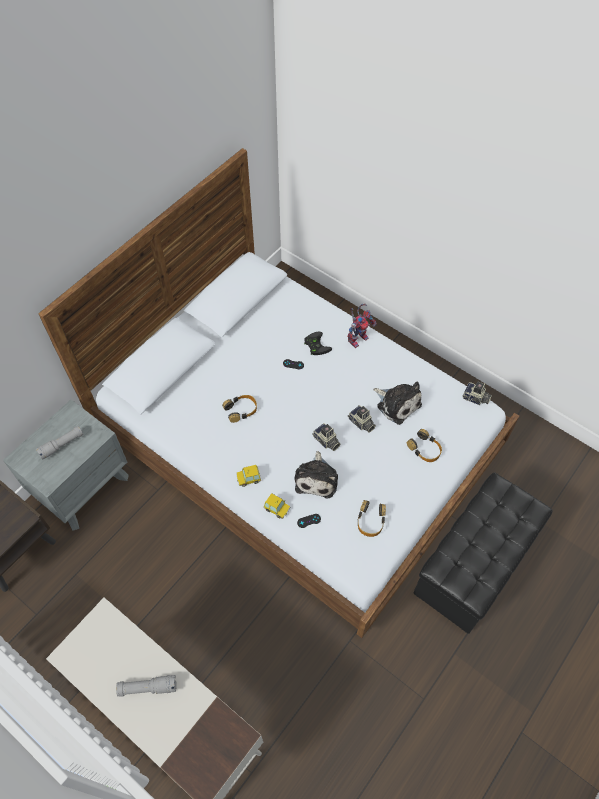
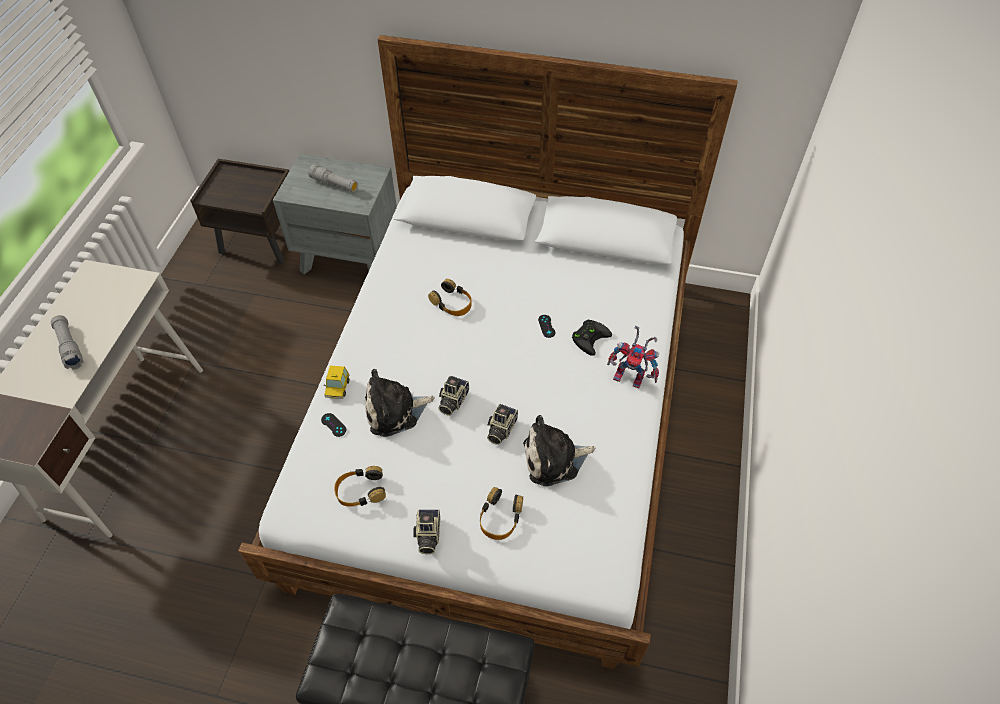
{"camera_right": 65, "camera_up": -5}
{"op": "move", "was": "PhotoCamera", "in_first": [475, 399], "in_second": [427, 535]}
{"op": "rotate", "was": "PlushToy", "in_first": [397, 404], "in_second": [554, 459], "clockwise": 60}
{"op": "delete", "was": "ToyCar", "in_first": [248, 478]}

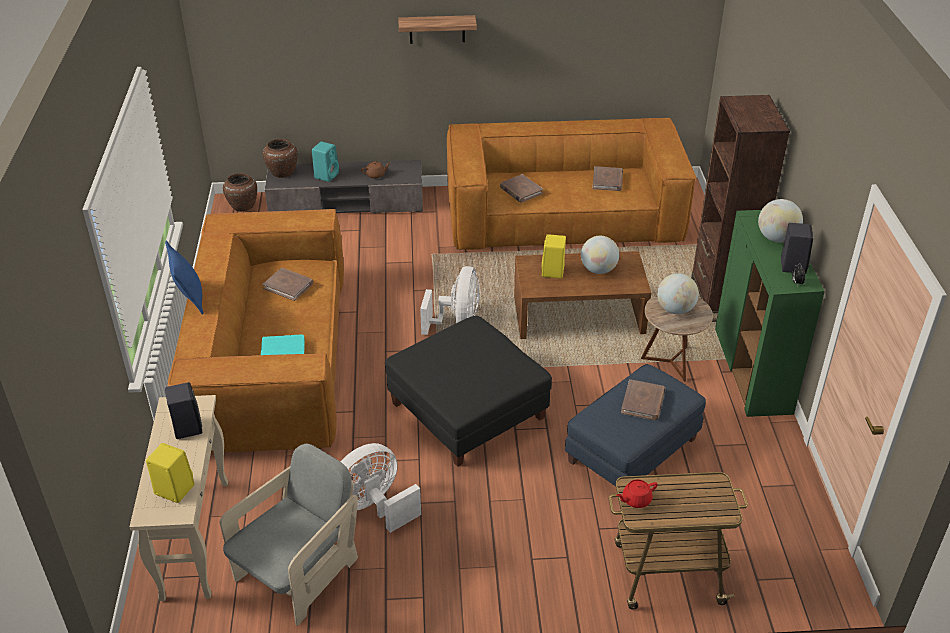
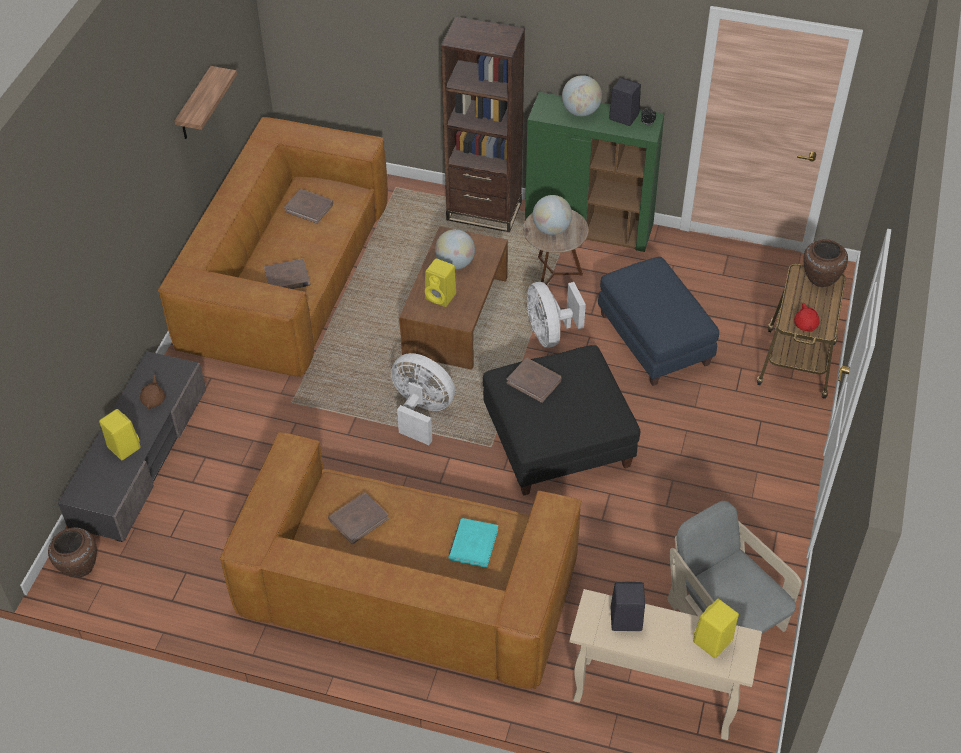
{"camera_right": -70, "camera_up": 10}
{"op": "recolor", "was": "TurquoiseSpeaker", "now": "YellowSpeaker", "in_first": [326, 175], "in_second": [123, 447]}
{"op": "move", "was": "Shelf", "in_first": [437, 29], "in_second": [195, 105]}
{"op": "move", "was": "BrownBook", "in_first": [643, 402], "in_second": [534, 381]}
{"op": "move", "was": "WhiteFan", "in_first": [373, 507], "in_second": [550, 333]}
{"op": "move", "was": "BrownVase", "in_first": [282, 172], "in_second": [820, 278]}
{"op": "delete", "was": "BluePillow", "in_first": [190, 298]}

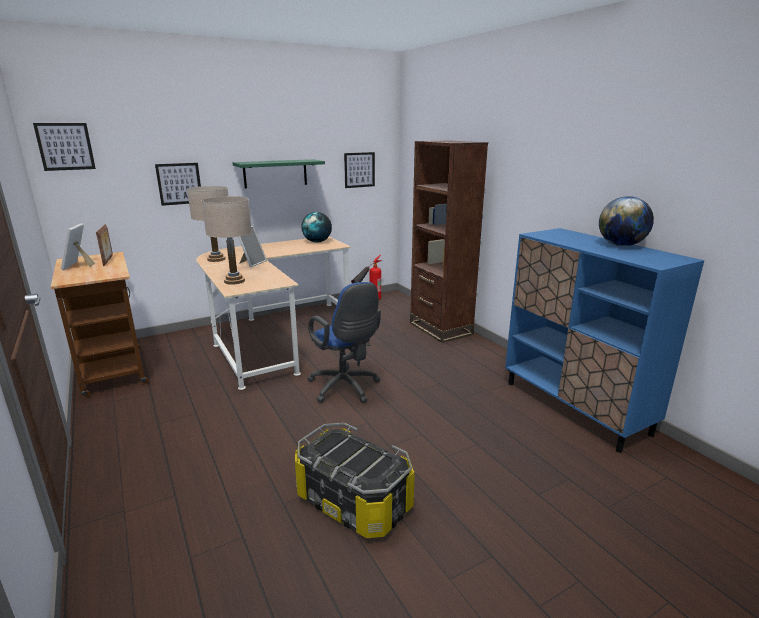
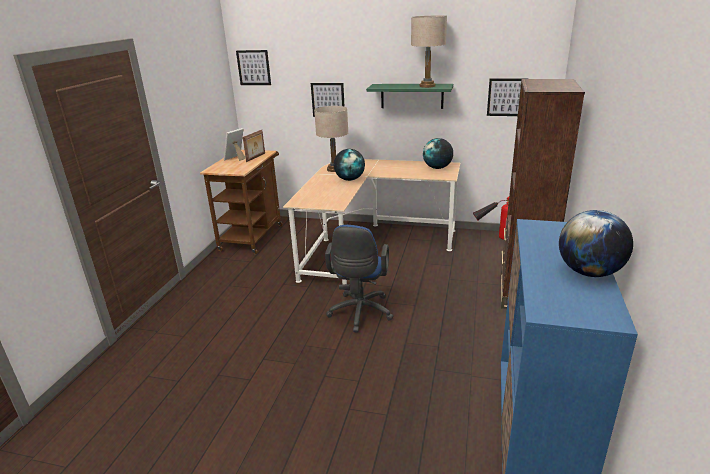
{"camera_right": 45, "camera_up": 5}
{"op": "replace", "was": "PictureFrame", "now": "Globe", "in_first": [252, 263], "in_second": [350, 179]}
{"op": "move", "was": "BeigeTableLamp", "in_first": [234, 281], "in_second": [427, 86]}
{"op": "delete", "was": "StorageBox", "in_first": [354, 501]}

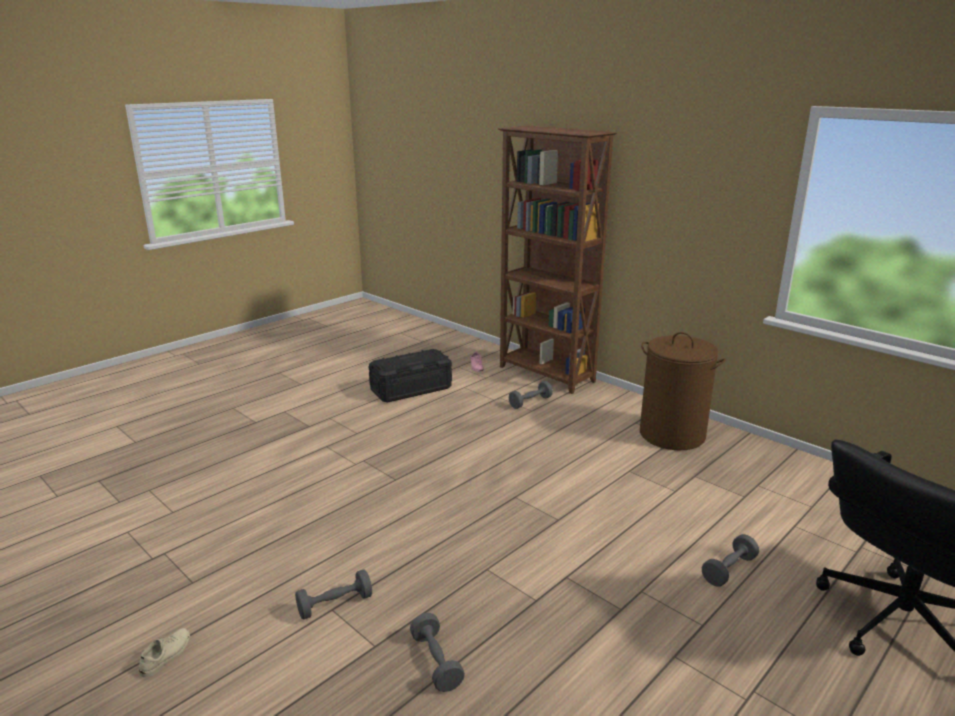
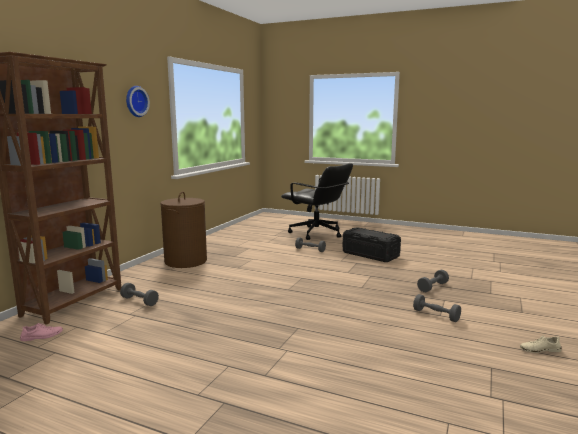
{"camera_right": -110, "camera_up": -10}
{"op": "insert", "now": "WallClock", "in_second": [135, 101]}
{"op": "move", "was": "BlackStorageBox", "in_first": [411, 389], "in_second": [370, 254]}

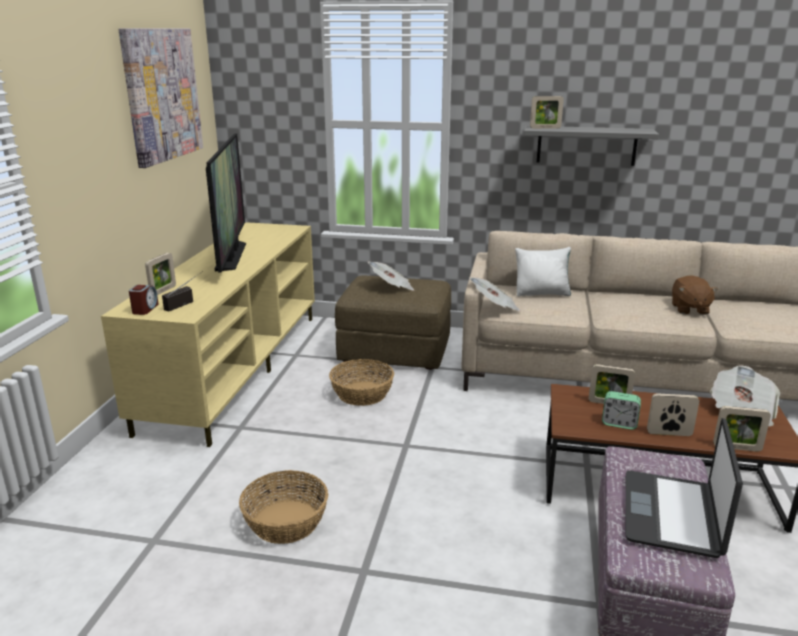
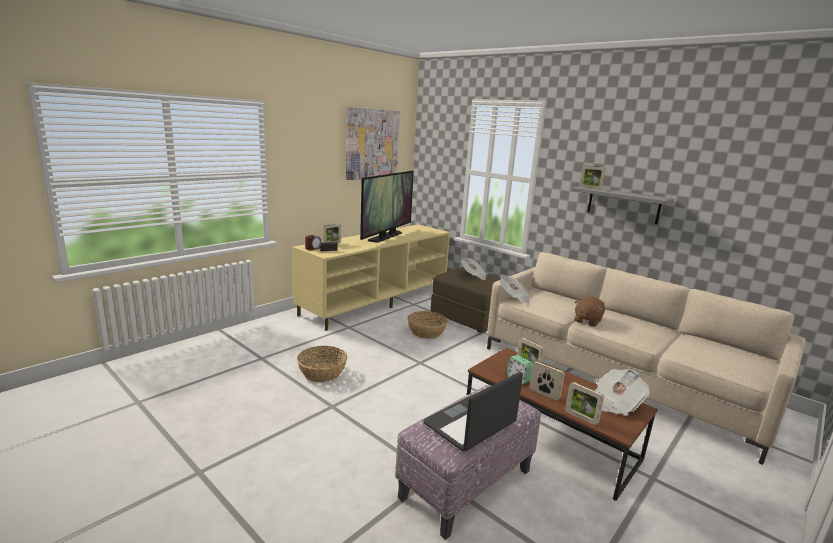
{"camera_right": 30, "camera_up": -5}
{"op": "move", "was": "BrownPlushToy", "in_first": [689, 309], "in_second": [587, 321]}
{"op": "delete", "was": "WhitePillow", "in_first": [542, 293]}

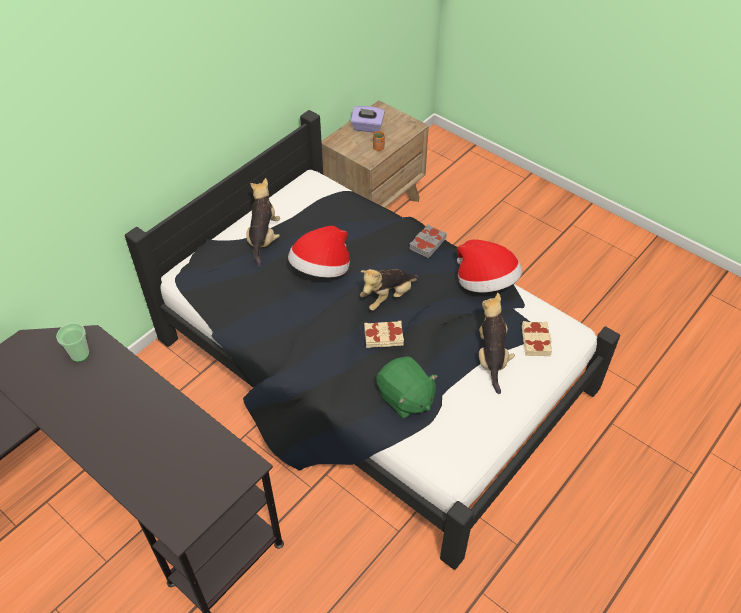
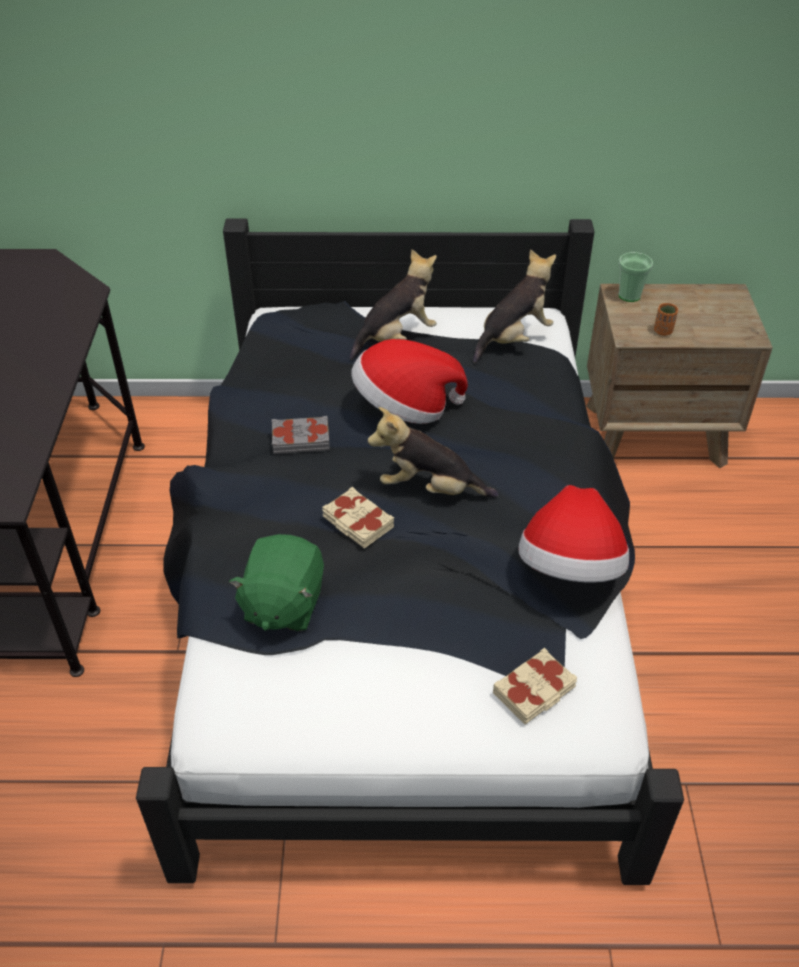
{"camera_right": 50, "camera_up": -5}
{"op": "move", "was": "GreyBook", "in_first": [427, 243], "in_second": [300, 439]}
{"op": "move", "was": "PlushToy", "in_first": [491, 358], "in_second": [513, 338]}
{"op": "move", "was": "Cup", "in_first": [80, 354], "in_second": [629, 295]}
{"op": "delete", "was": "PurpleTissueBox", "in_first": [367, 127]}

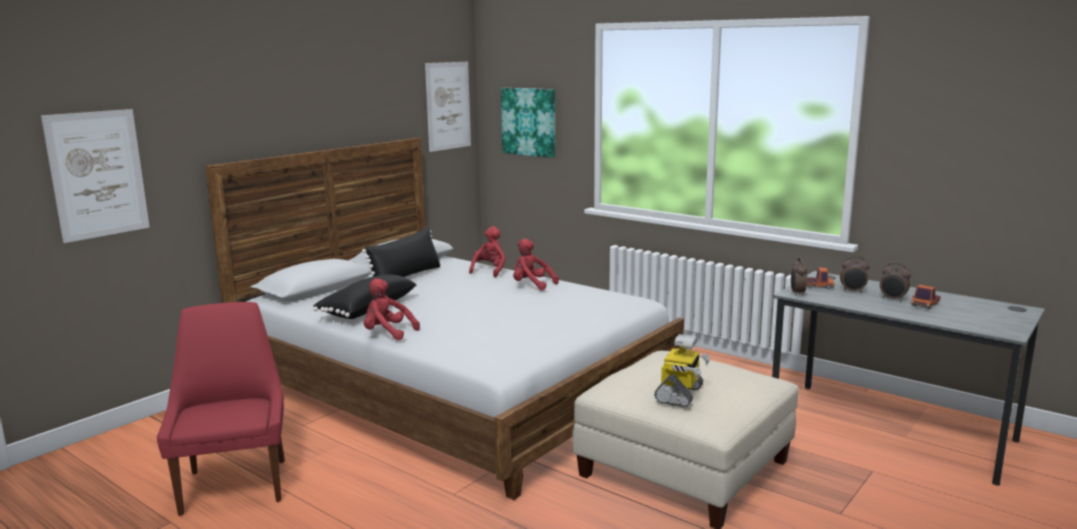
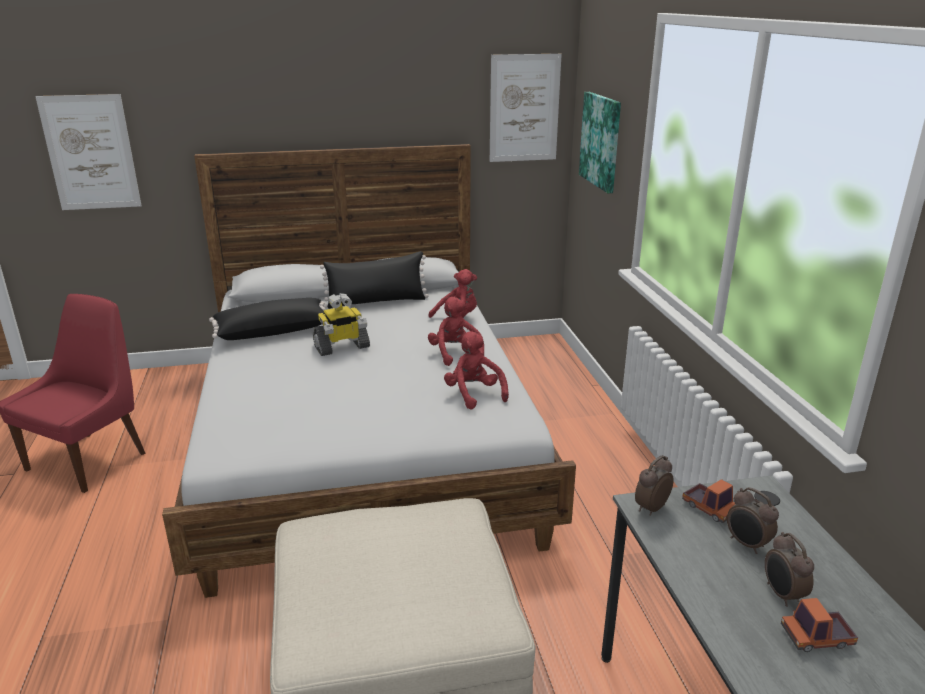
{"camera_right": 40, "camera_up": 10}
{"op": "move", "was": "ToyRobot", "in_first": [680, 395], "in_second": [342, 347]}
{"op": "move", "was": "RedPlushToy", "in_first": [387, 333], "in_second": [474, 394]}

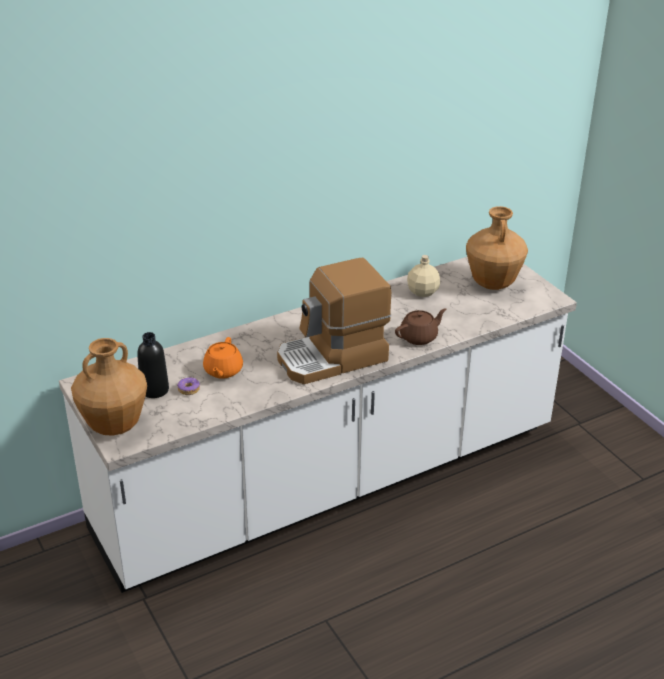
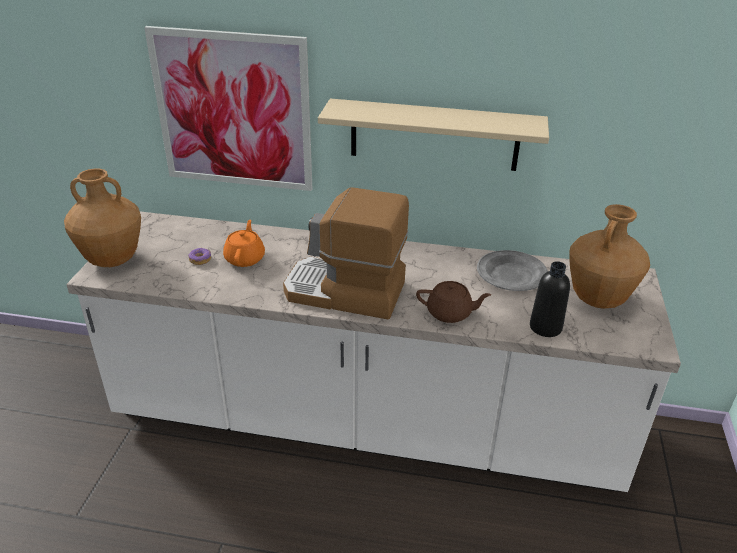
{"camera_right": 40, "camera_up": 0}
{"op": "insert", "now": "Picture", "in_second": [233, 111]}
{"op": "rotate", "was": "OrangeTeapot", "in_first": [223, 371], "in_second": [245, 258], "clockwise": 135}
{"op": "insert", "now": "BeigeShelf", "in_second": [434, 135]}
{"op": "replace", "was": "BeigeBottle", "now": "GreyPlate", "in_first": [422, 291], "in_second": [511, 274]}
{"op": "move", "was": "BlackBottle", "in_first": [154, 390], "in_second": [545, 327]}

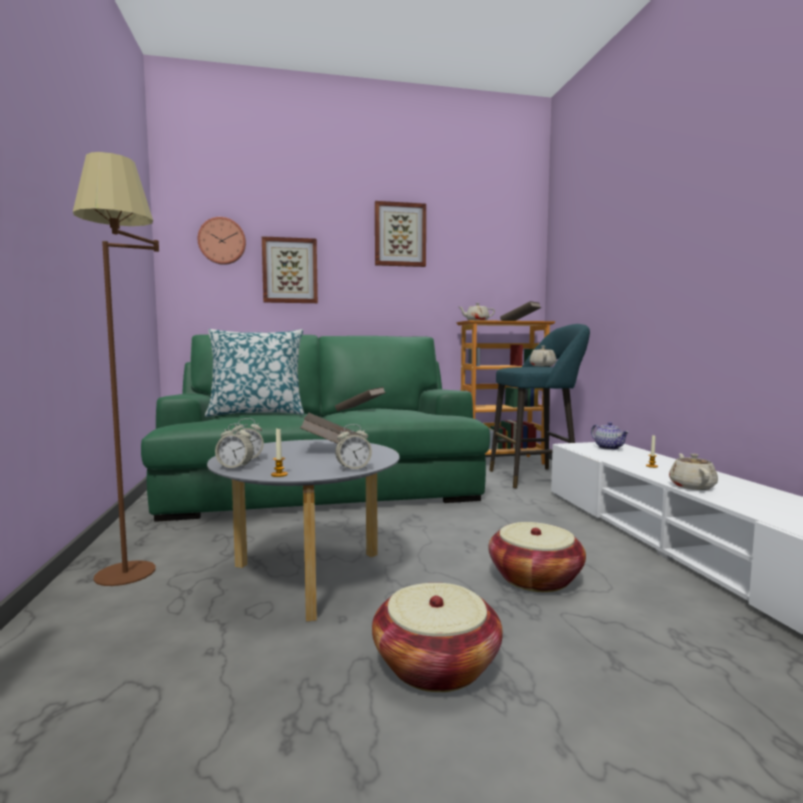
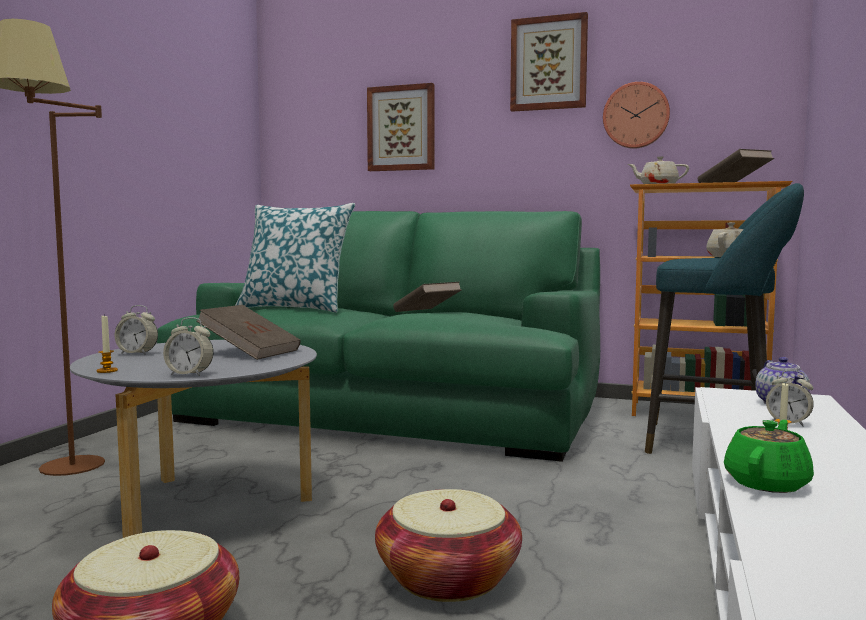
{"camera_right": 30, "camera_up": 0}
{"op": "move", "was": "WallClock", "in_first": [222, 241], "in_second": [636, 116]}
{"op": "recolor", "was": "BeigeTeapot", "now": "GreenTeapot", "in_first": [692, 486], "in_second": [767, 482]}
{"op": "move", "was": "AlarmClock", "in_first": [235, 467], "in_second": [788, 423]}

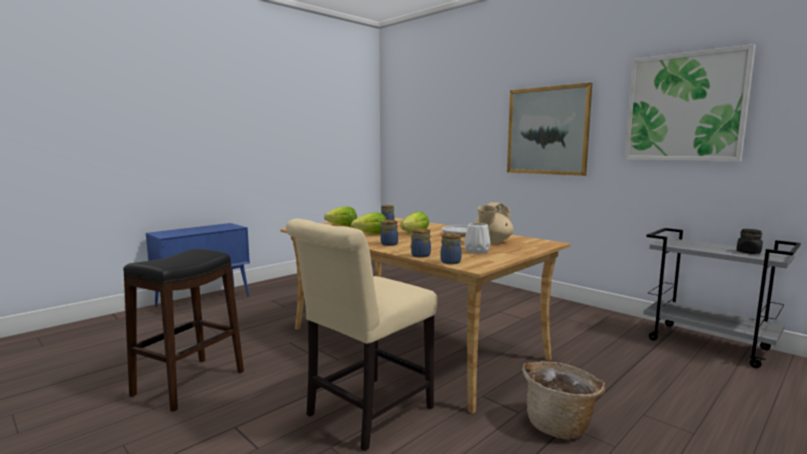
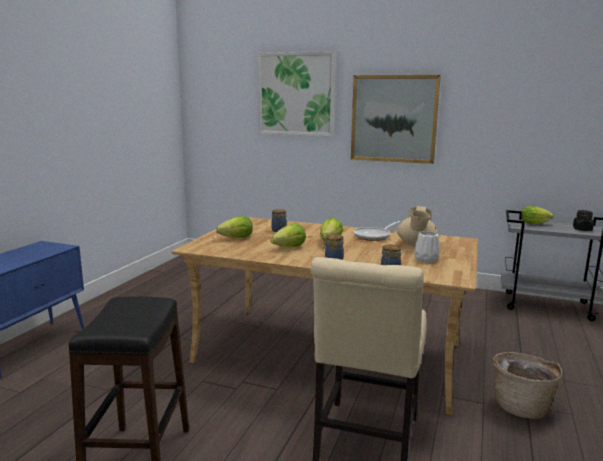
{"camera_right": -25, "camera_up": 5}
{"op": "move", "was": "Picture", "in_first": [684, 107], "in_second": [296, 94]}
{"op": "insert", "now": "Lettuce", "in_second": [533, 223]}
{"op": "delete", "was": "Jar", "in_first": [451, 262]}

